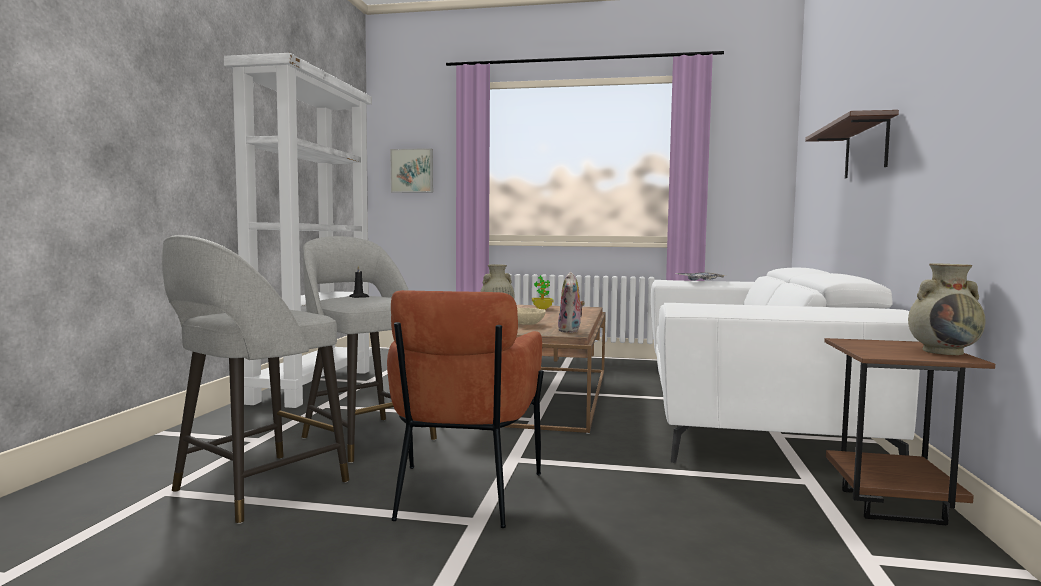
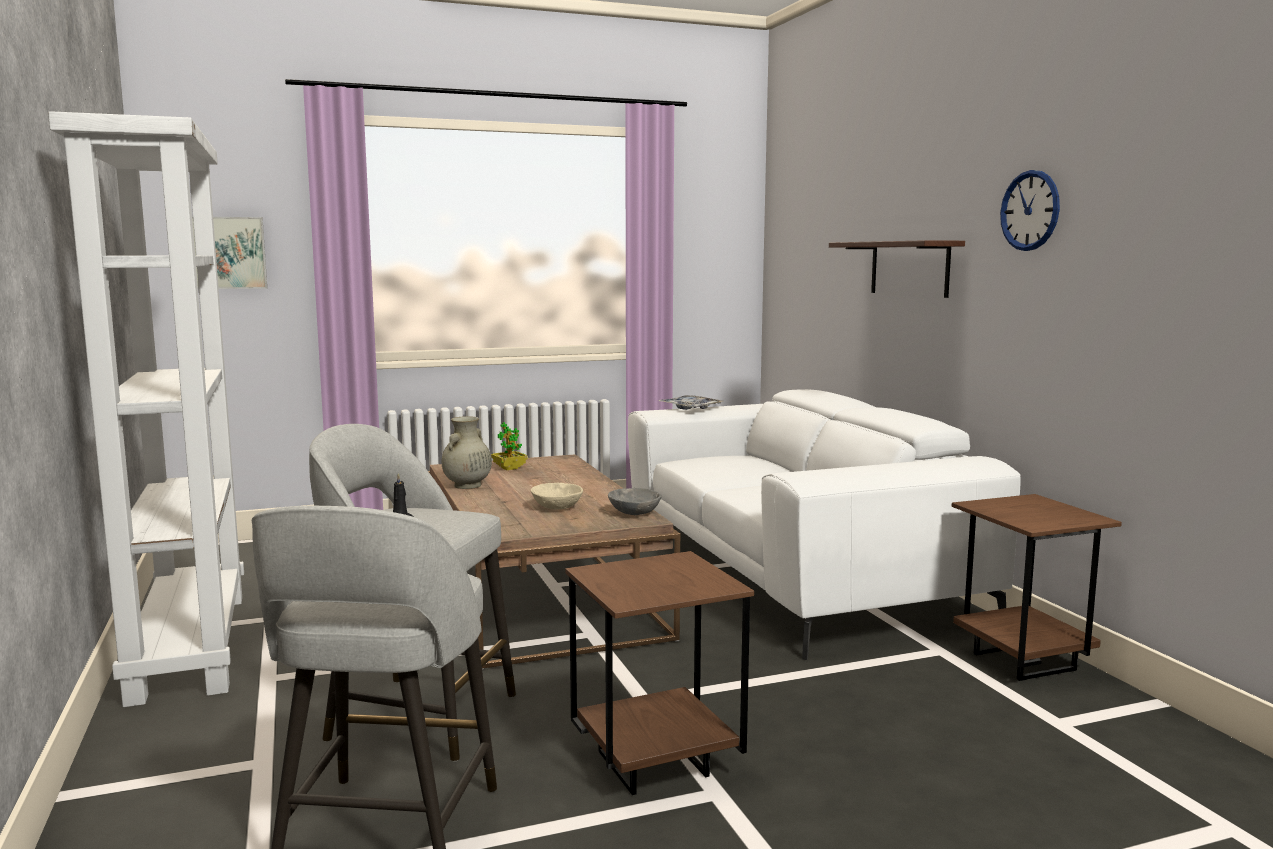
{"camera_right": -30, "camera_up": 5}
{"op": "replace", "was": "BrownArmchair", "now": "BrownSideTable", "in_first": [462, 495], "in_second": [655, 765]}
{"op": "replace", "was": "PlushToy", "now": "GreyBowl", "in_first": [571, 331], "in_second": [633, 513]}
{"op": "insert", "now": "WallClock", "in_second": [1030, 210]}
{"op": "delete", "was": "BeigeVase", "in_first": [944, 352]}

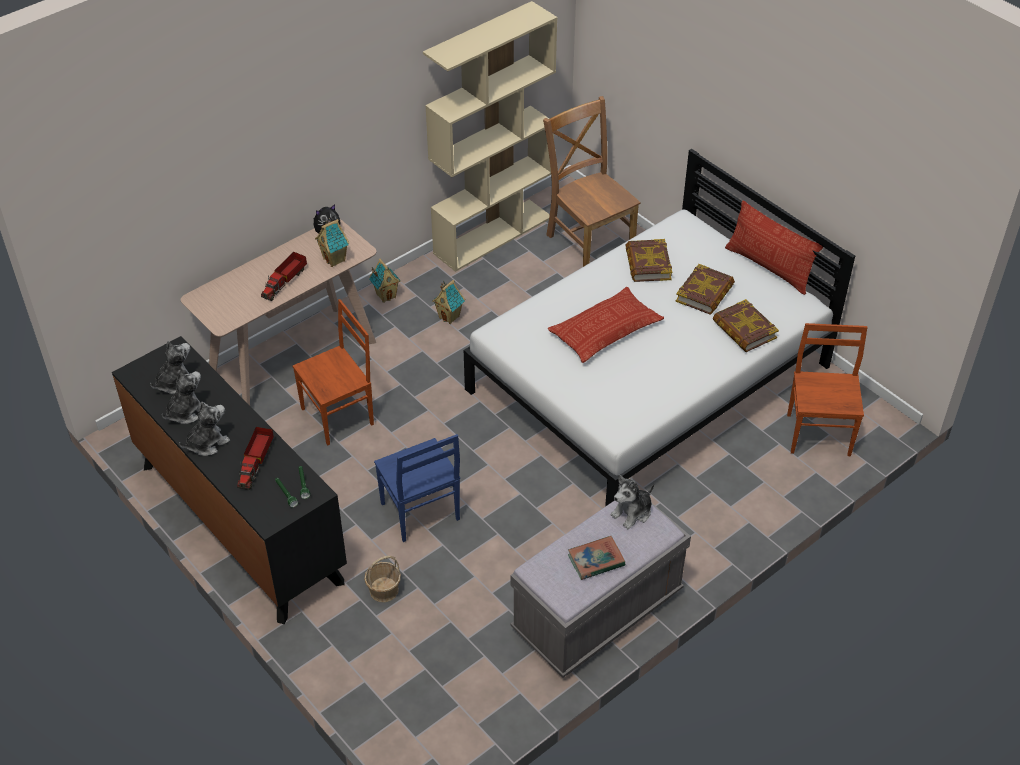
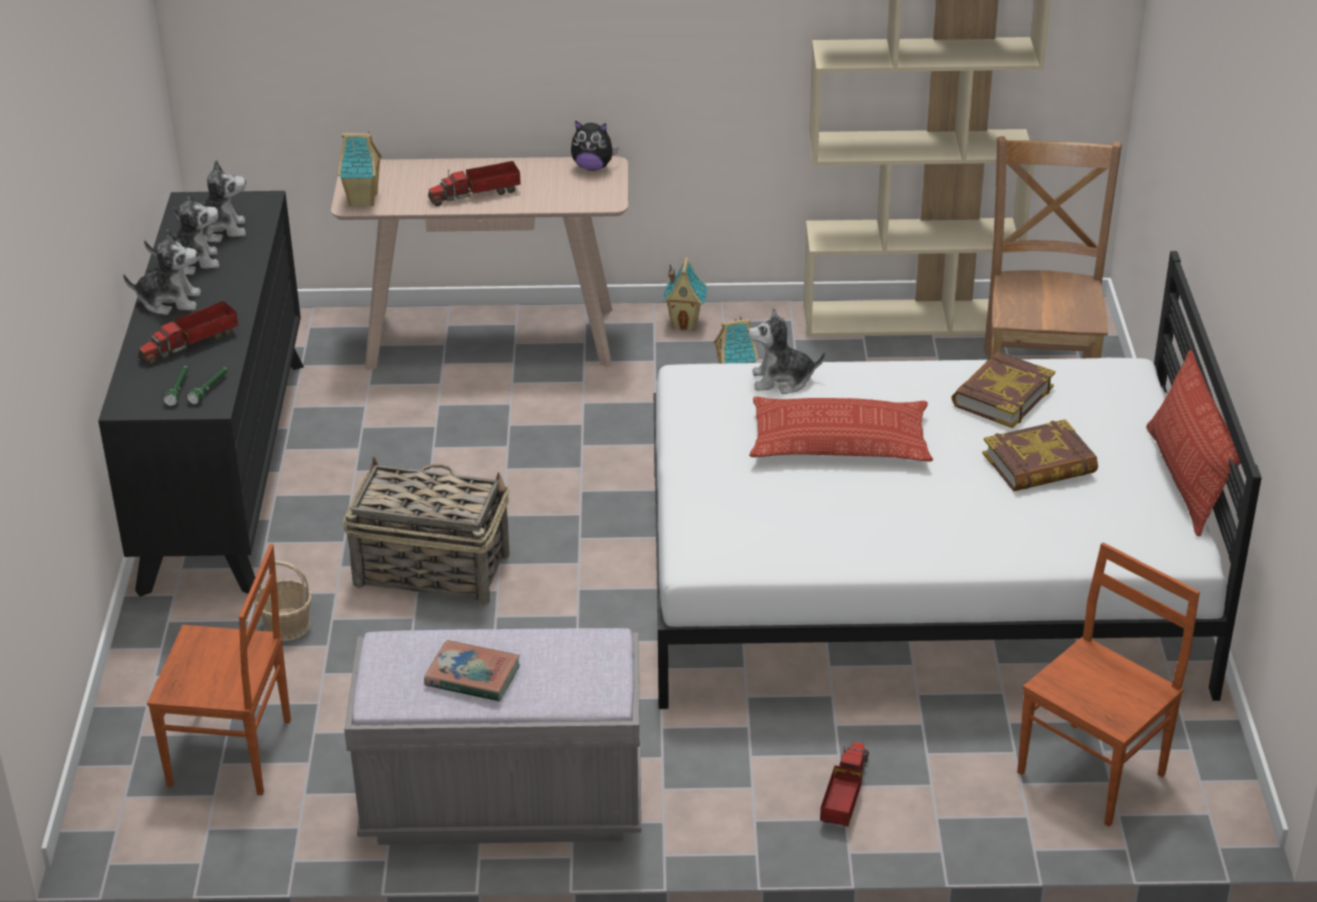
{"camera_right": 40, "camera_up": -10}
{"op": "move", "was": "BrownChair", "in_first": [339, 416], "in_second": [232, 754]}
{"op": "move", "was": "ToyHouse", "in_first": [335, 259], "in_second": [364, 200]}
{"op": "replace", "was": "BlueChair", "now": "Basket", "in_first": [419, 513], "in_second": [430, 569]}
{"op": "move", "was": "PlushToy", "in_first": [632, 512], "in_second": [782, 380]}
{"op": "insert", "now": "ToyTruck", "in_second": [845, 794]}
{"op": "delete", "was": "Book", "in_first": [744, 330]}

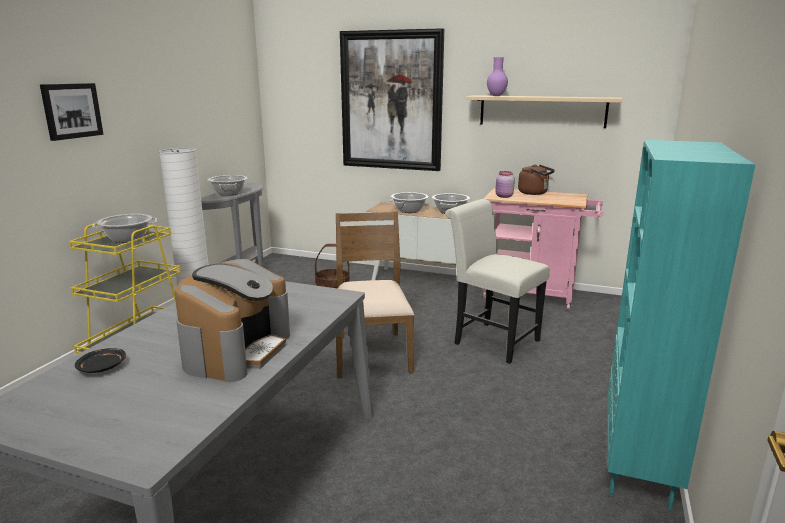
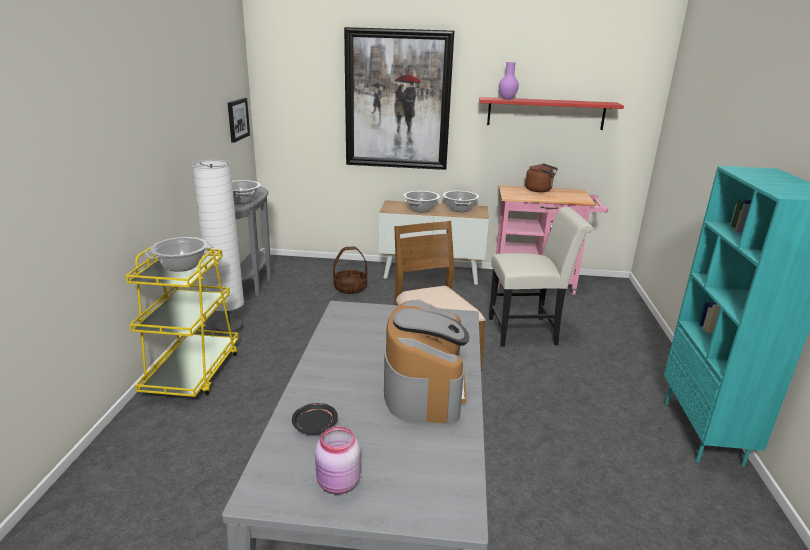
{"camera_right": -15, "camera_up": 5}
{"op": "move", "was": "Picture", "in_first": [71, 111], "in_second": [237, 119]}
{"op": "move", "was": "PinkJar", "in_first": [504, 196], "in_second": [338, 484]}
{"op": "recolor", "was": "BeigeShelf", "now": "RedShelf", "in_first": [542, 111], "in_second": [546, 113]}
{"op": "rotate", "was": "WhiteChair", "in_first": [491, 340], "in_second": [528, 331], "clockwise": 150}

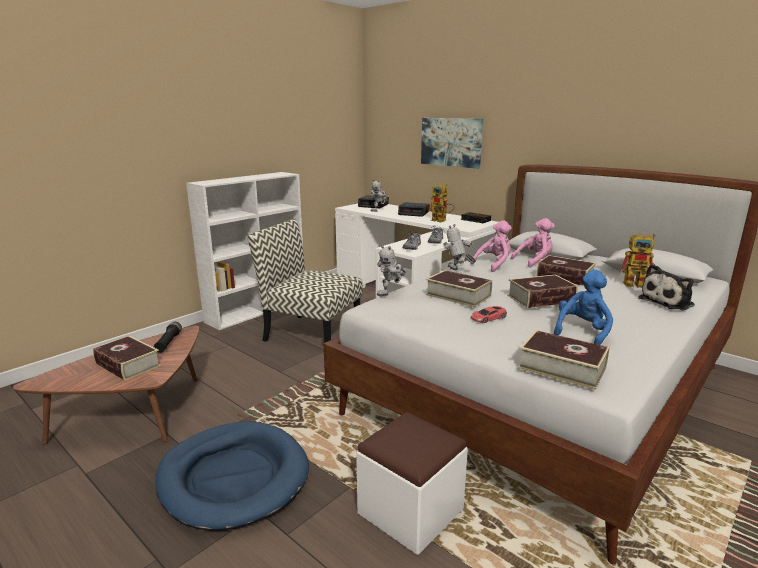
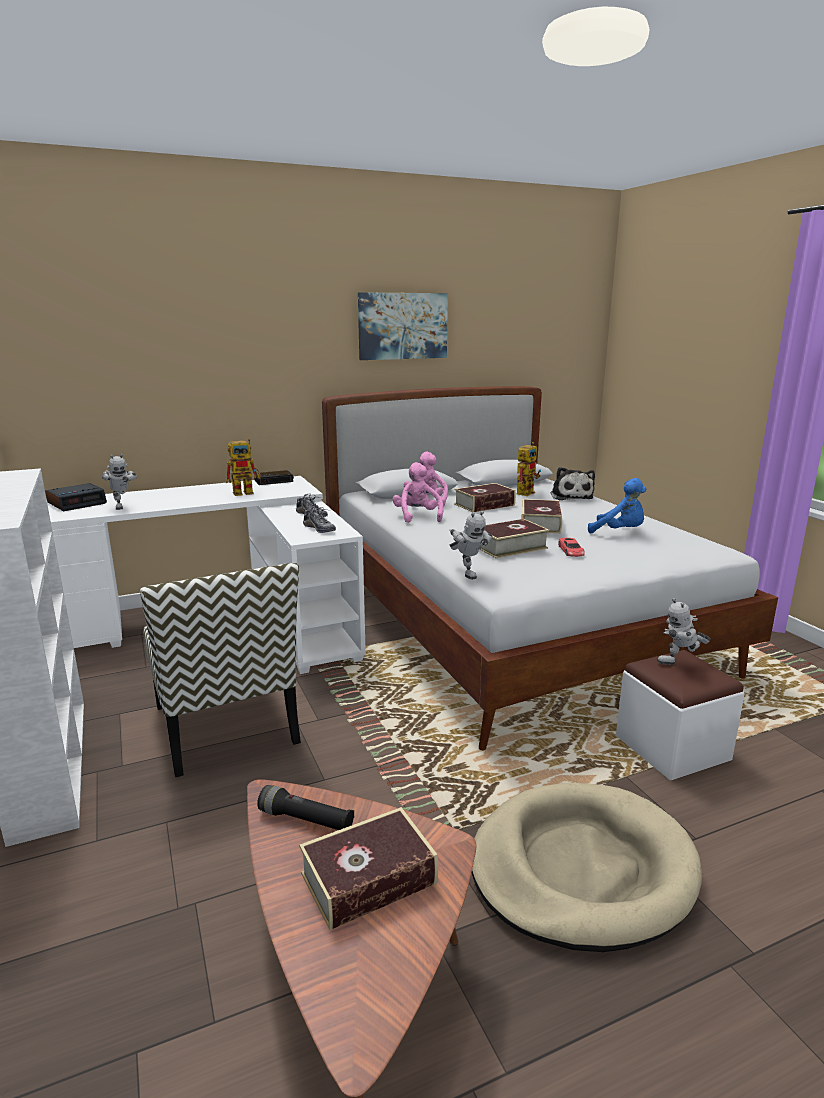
{"camera_right": -65, "camera_up": 0}
{"op": "rotate", "was": "Chair", "in_first": [311, 333], "in_second": [227, 725], "clockwise": -75}
{"op": "move", "was": "Picture", "in_first": [451, 142], "in_second": [402, 326]}
{"op": "recolor", "was": "BlueDogBed", "now": "BeigeDogBed", "in_first": [234, 477], "in_second": [581, 868]}
{"op": "rotate", "was": "BluePlushToy", "in_first": [582, 332], "in_second": [619, 532], "clockwise": 150}
{"op": "move", "was": "ToyRobot", "in_first": [457, 271], "in_second": [680, 664]}
{"op": "delete", "was": "AlarmClock", "in_first": [414, 213]}
{"op": "delete", "was": "Book", "in_first": [562, 368]}

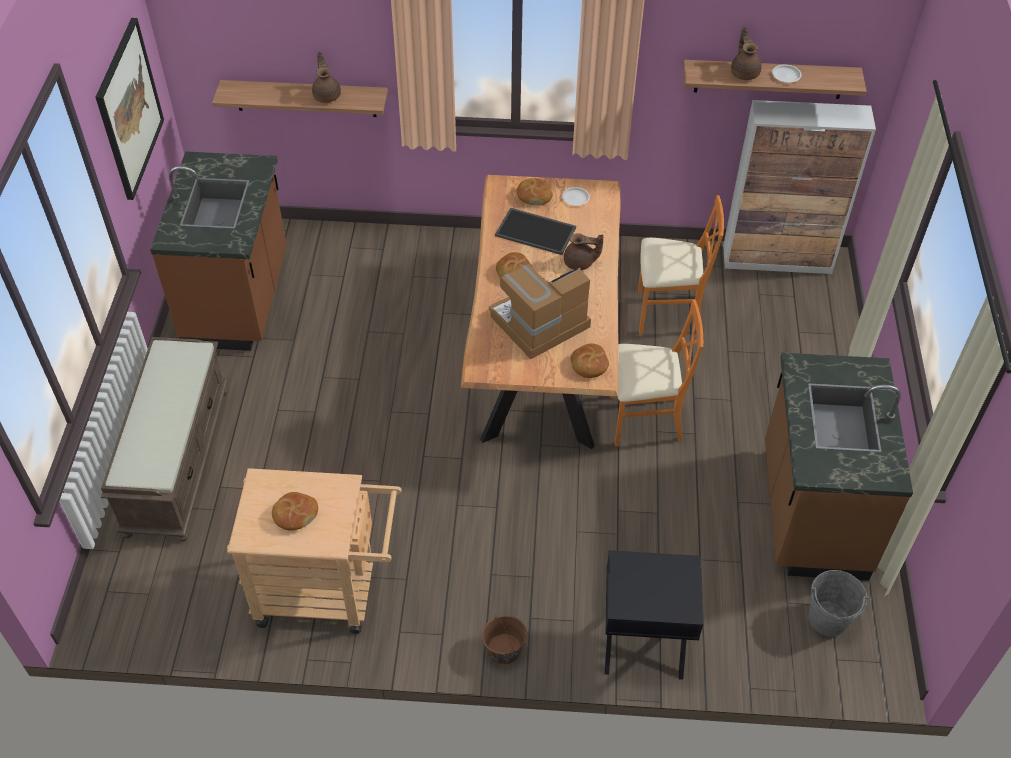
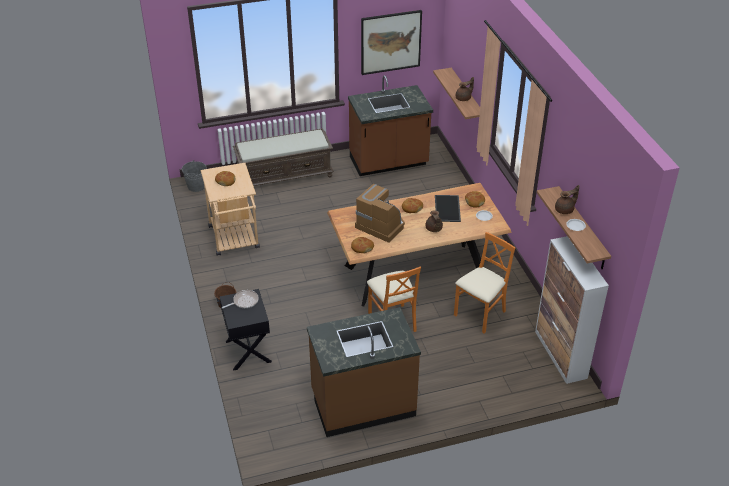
{"camera_right": 70, "camera_up": -10}
{"op": "move", "was": "GreyBucket", "in_first": [828, 619], "in_second": [196, 186]}
{"op": "insert", "now": "FryingPan", "in_second": [244, 301]}
{"op": "rotate", "was": "OrangeChair", "in_first": [668, 312], "in_second": [480, 314], "clockwise": -120}

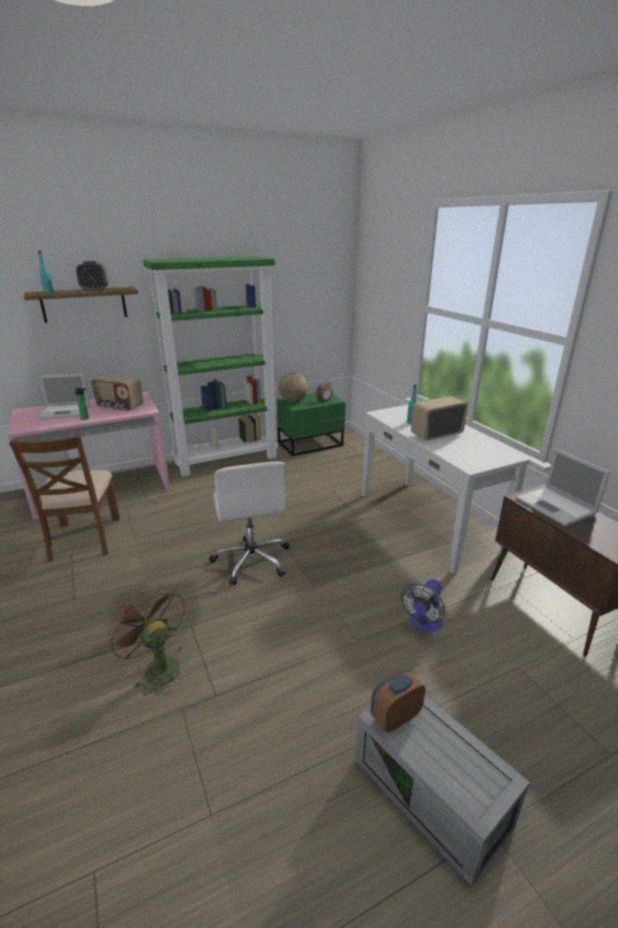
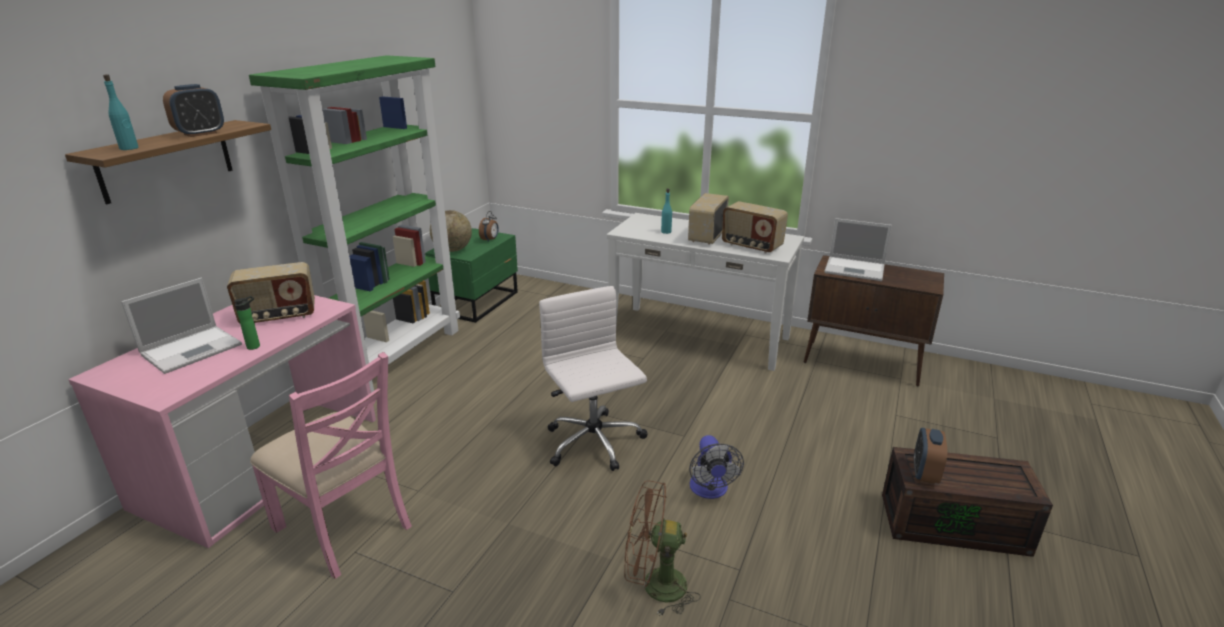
{"camera_right": -40, "camera_up": 0}
{"op": "recolor", "was": "BrownChair", "now": "PinkChair", "in_first": [84, 538], "in_second": [344, 527]}
{"op": "rotate", "was": "WhiteOfficeChair", "in_first": [252, 560], "in_second": [594, 443], "clockwise": -150}
{"op": "move", "was": "Fan", "in_first": [423, 624], "in_second": [710, 490]}
{"op": "insert", "now": "Radio", "in_second": [751, 246]}
{"op": "recolor", "was": "GreyStorageBox", "now": "BrownStorageBox", "in_first": [433, 792], "in_second": [955, 523]}

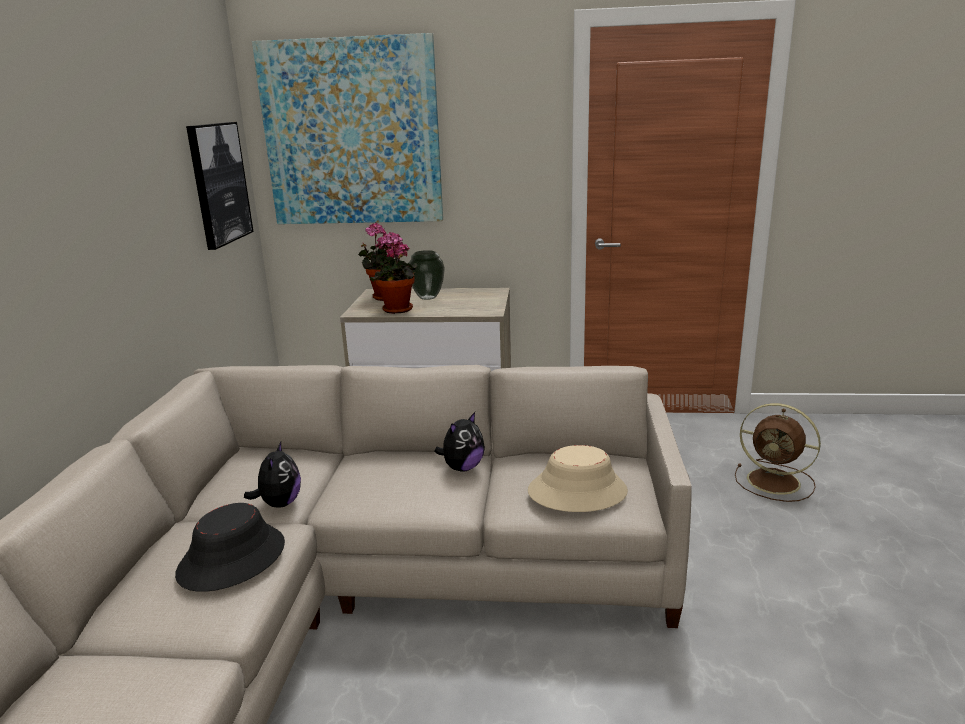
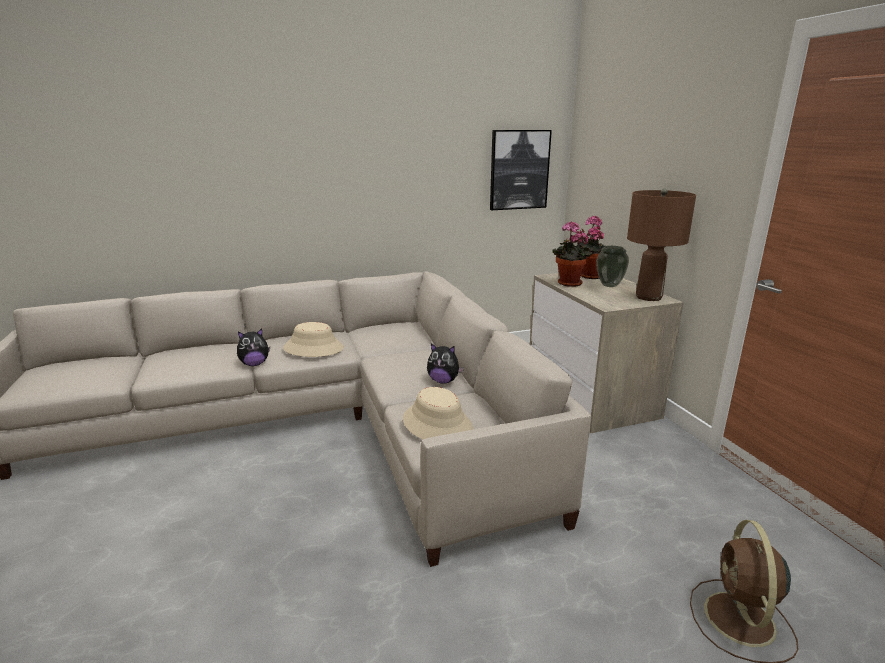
{"camera_right": 65, "camera_up": 0}
{"op": "move", "was": "PlushToy", "in_first": [279, 503], "in_second": [254, 364]}
{"op": "recolor", "was": "BlackHat", "now": "BeigeHat", "in_first": [232, 558], "in_second": [313, 348]}
{"op": "insert", "now": "BrownTableLamp", "in_second": [648, 297]}
{"op": "delete", "was": "Picture", "in_first": [352, 133]}

